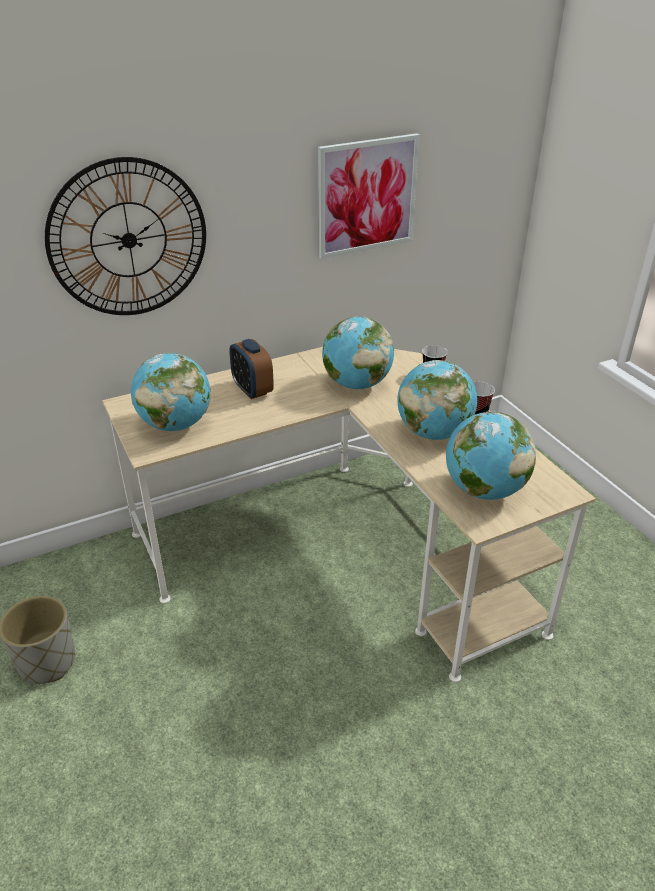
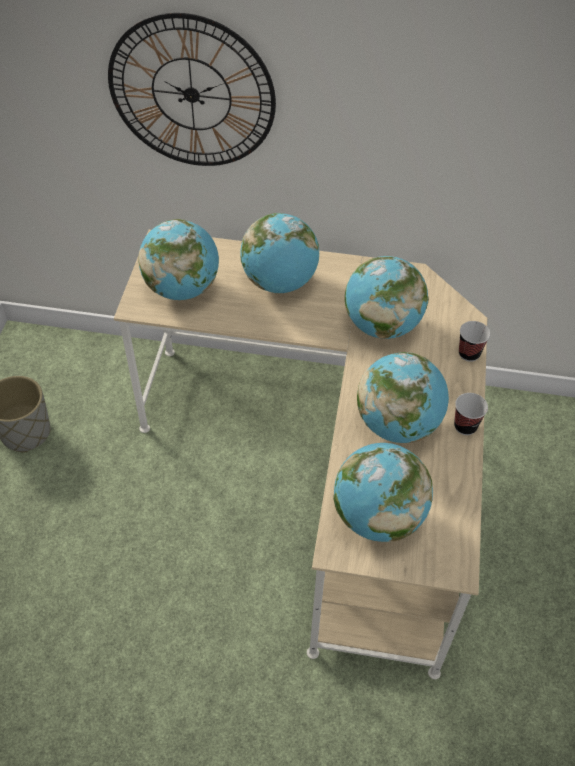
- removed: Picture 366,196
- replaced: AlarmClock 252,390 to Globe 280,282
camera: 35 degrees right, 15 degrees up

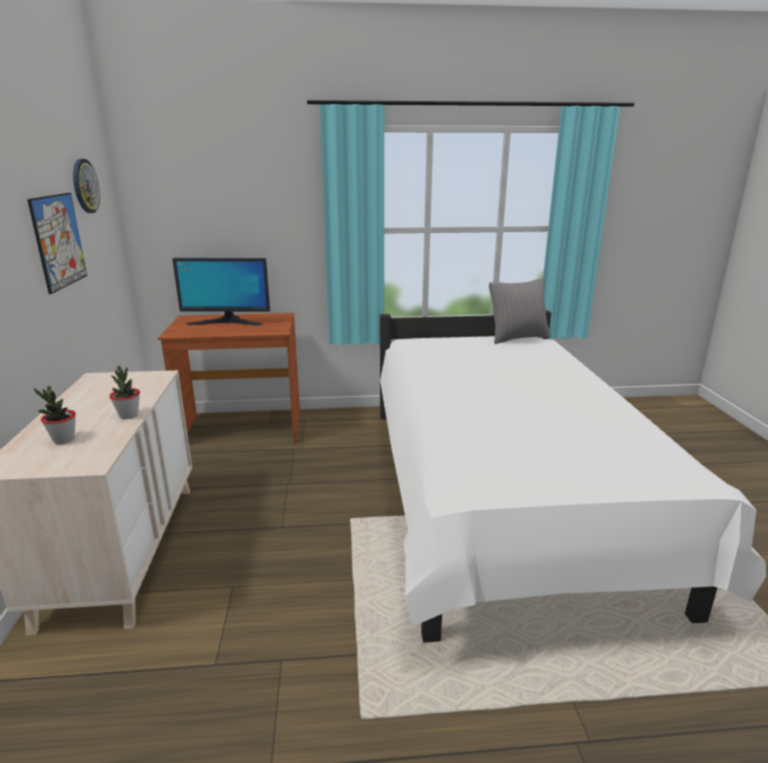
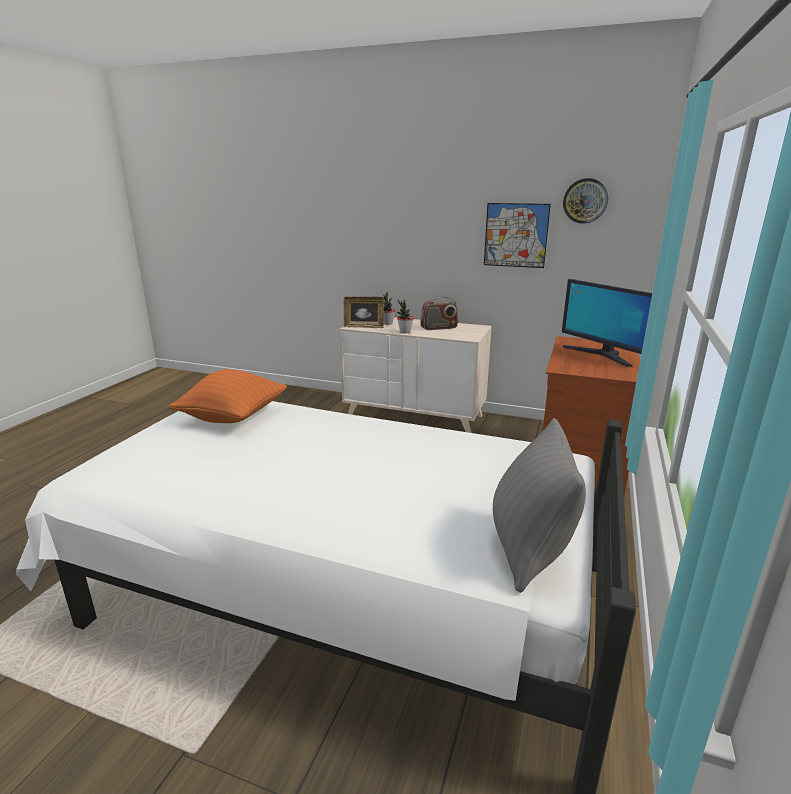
- turned: Monitor 227,322 = 601,355 60 degrees counterclockwise
- added: PictureFrame 364,327
- added: Radio 439,328
- added: OrangePillow 233,417
camera: 115 degrees right, 0 degrees up

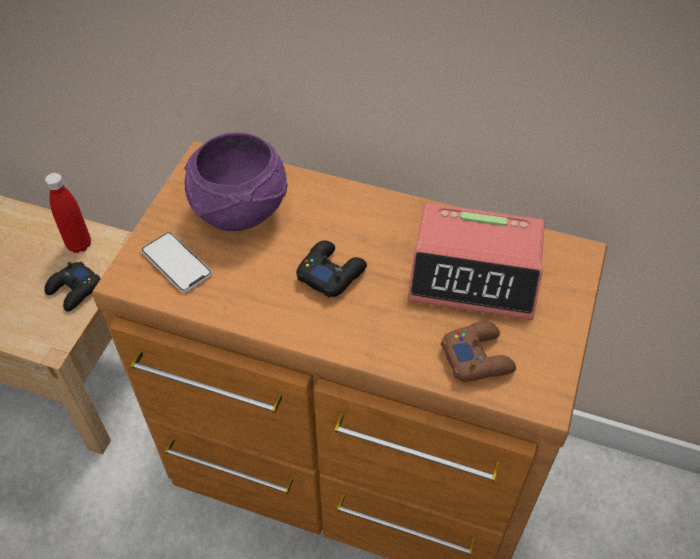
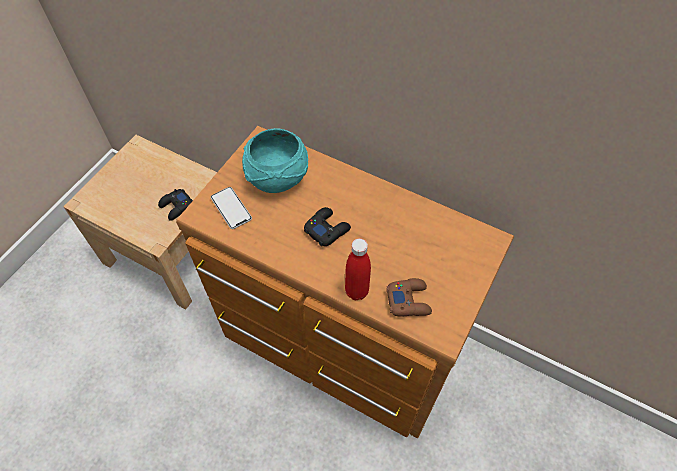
- recoloured: PurpleBowl 238,211 to TurquoiseBowl 276,178
- moved: RedBottle 79,245 to 356,291
- removed: AlarmClock 475,273
camera: 10 degrees right, 5 degrees up

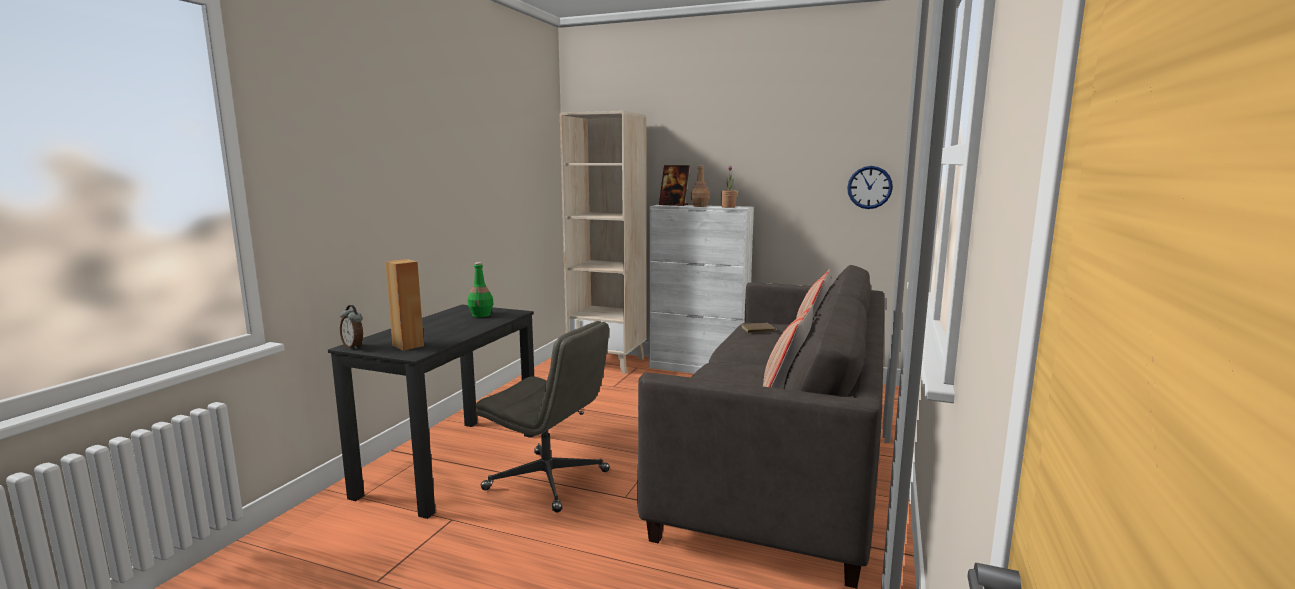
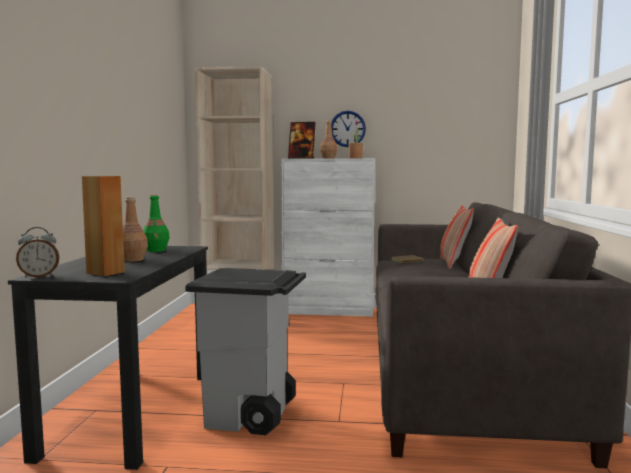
- moved: WallClock 869,187 to 347,129
- turned: AlarmClock 354,347 = 39,276 45 degrees counterclockwise
- replaced: GreyOfficeChair 549,480 to GreyTrashCan 251,416
- added: BrownBottle 132,260
camera: 15 degrees left, 5 degrees down

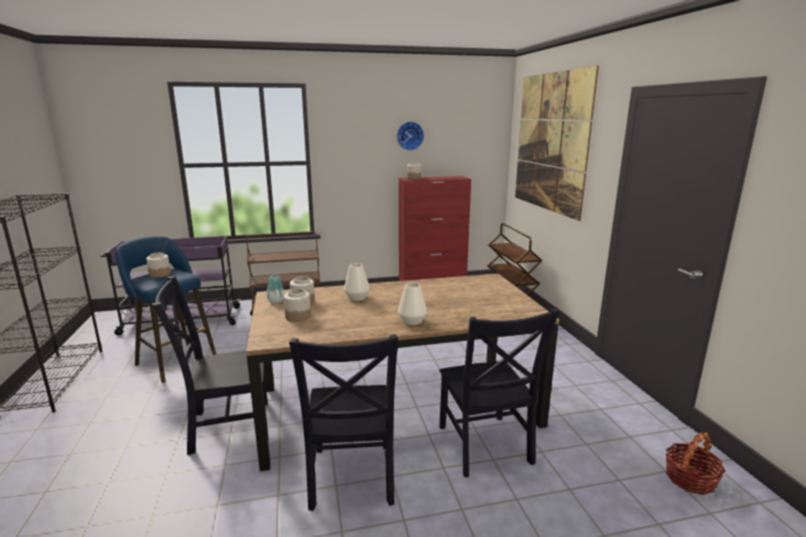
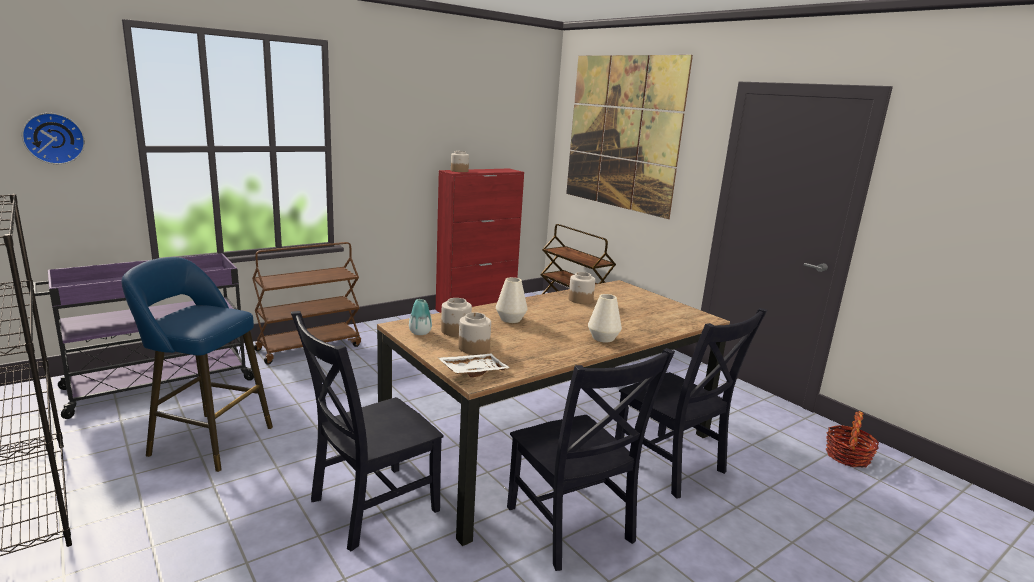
- moved: WallClock 409,136 to 54,138
- moved: Jar 160,274 to 580,300
- added: WhiteTray 473,371
camera: 25 degrees left, 0 degrees up

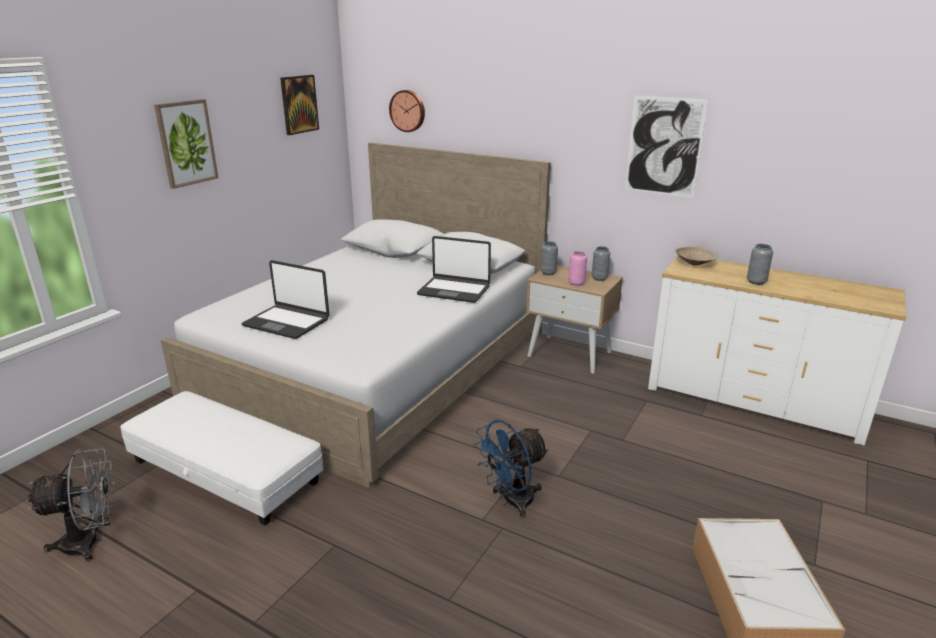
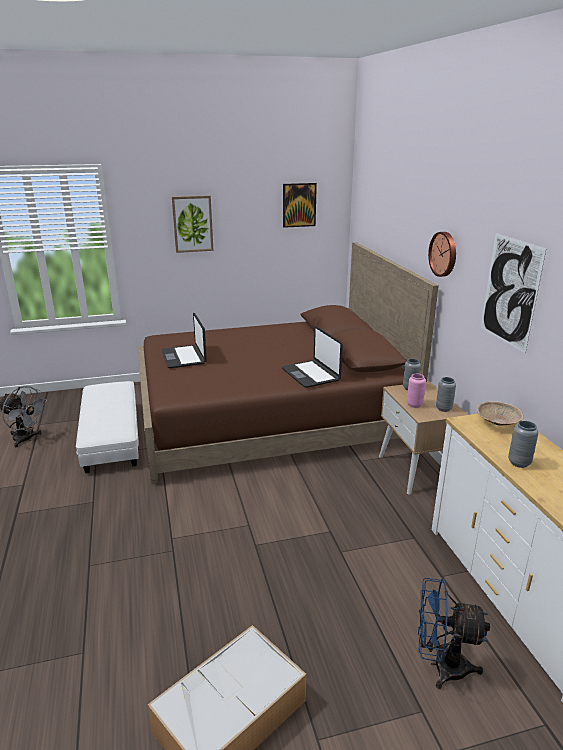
- moved: WallClock 408,111 to 444,254
- recoloured: WhiteBed 378,367 to BrownBed 269,417
- moved: BlueFan 511,502 to 441,666
camera: 45 degrees right, 0 degrees up

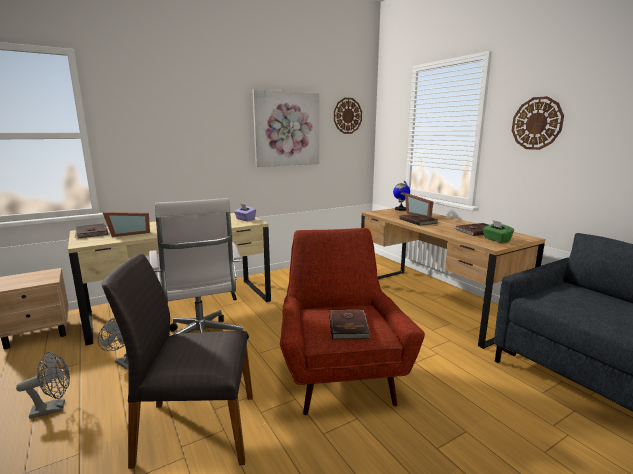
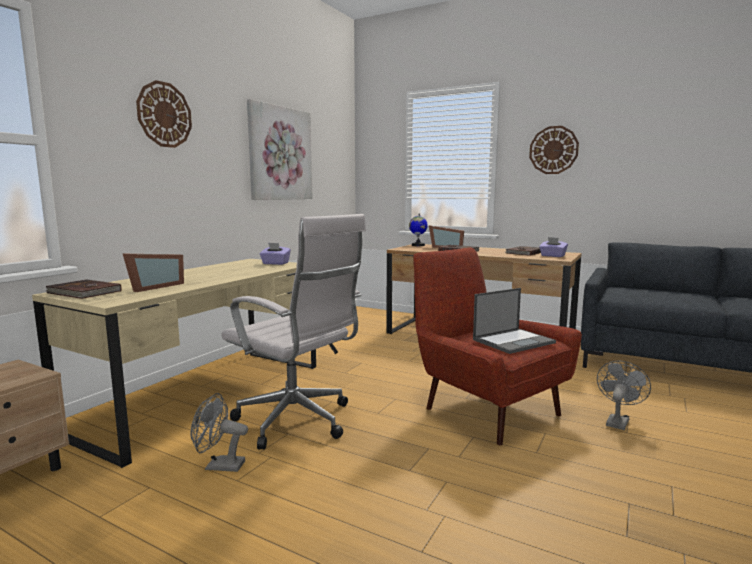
- moved: WallClock 347,115 to 164,114
- recoloured: GreenTissueBox 496,240 to PurpleTissueBox 552,256
- removed: GreyChair 195,429
- replaced: BrownBook 349,326 to Laptop 514,341
- moved: GreyFan 54,408 to 617,421
camera: 30 degrees left, 5 degrees down

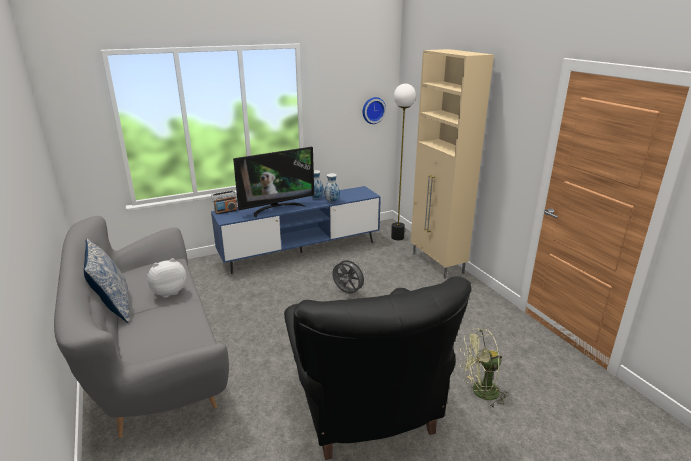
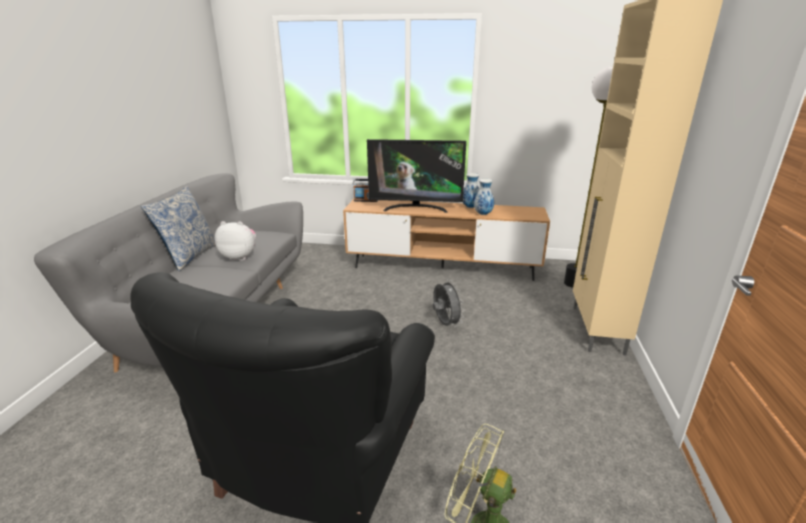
- removed: WallClock 373,110
- recoloured: BlueTvStand 301,252 to BrownTvStand 442,267
camera: 35 degrees right, 0 degrees up

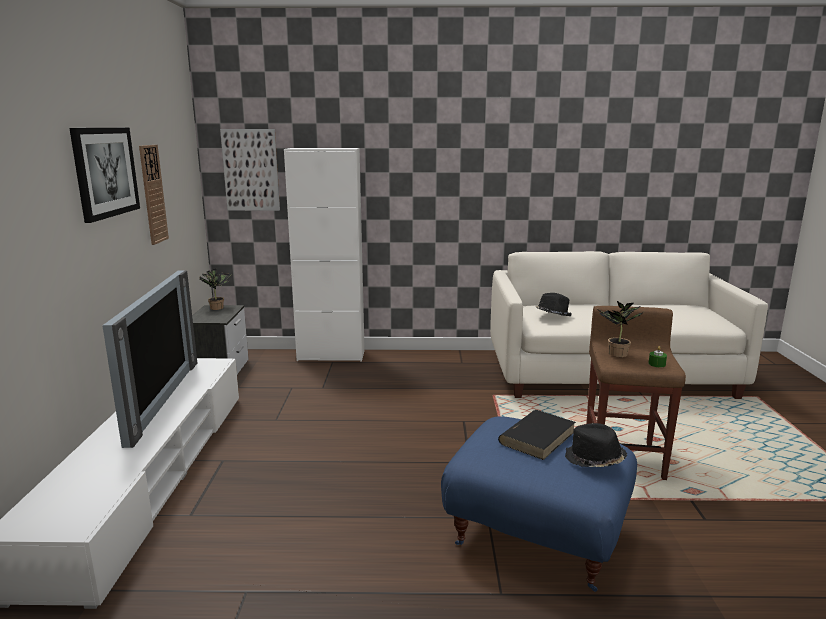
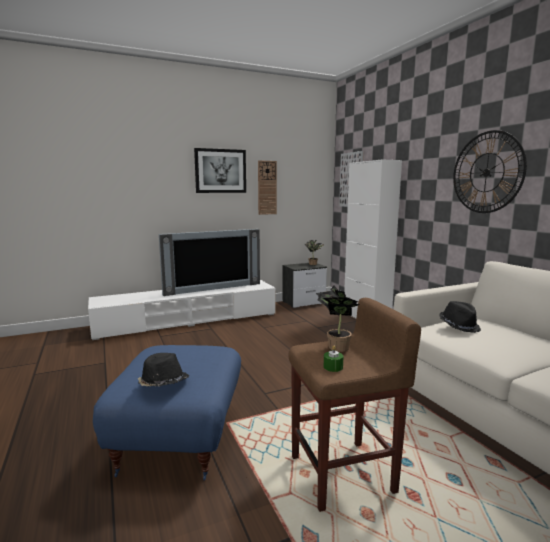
- removed: BlackBook 537,437
- added: WallClock 486,172
camera: 65 degrees right, 5 degrees down

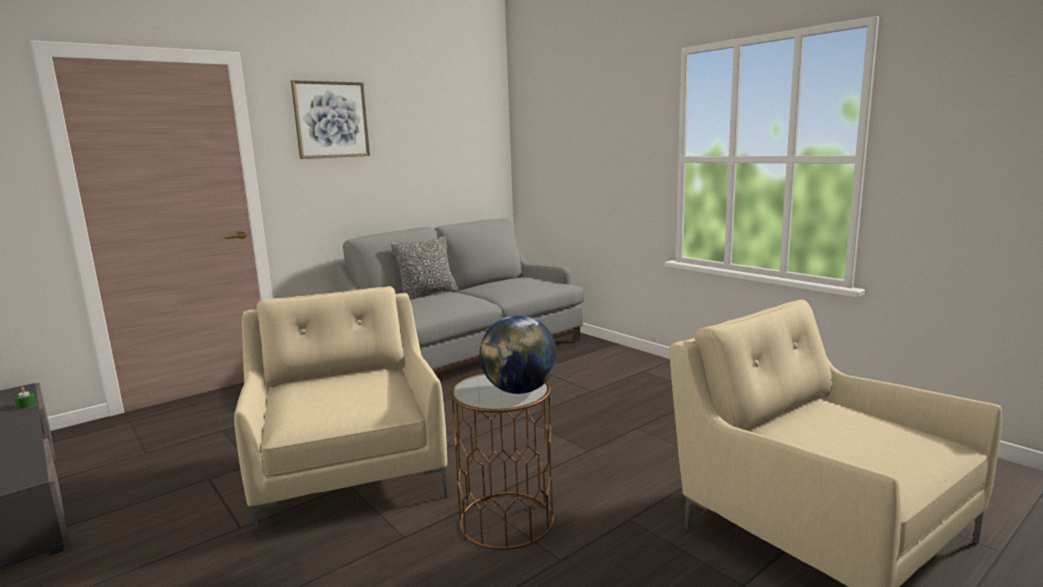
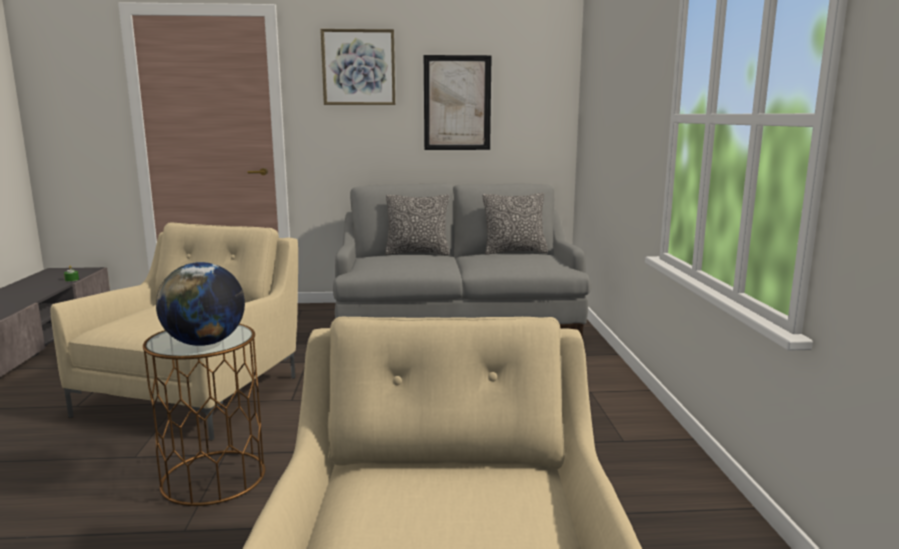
- added: Picture 457,103
- added: Pillow 514,252
camera: 35 degrees right, 0 degrees up

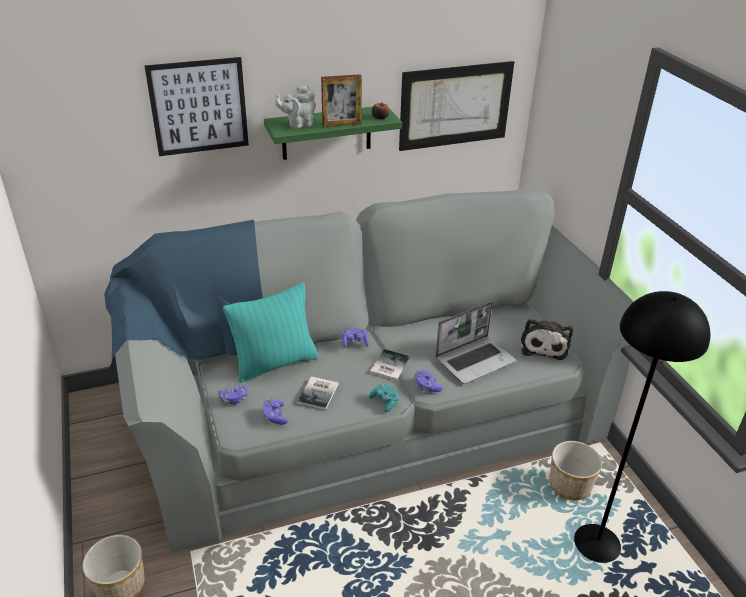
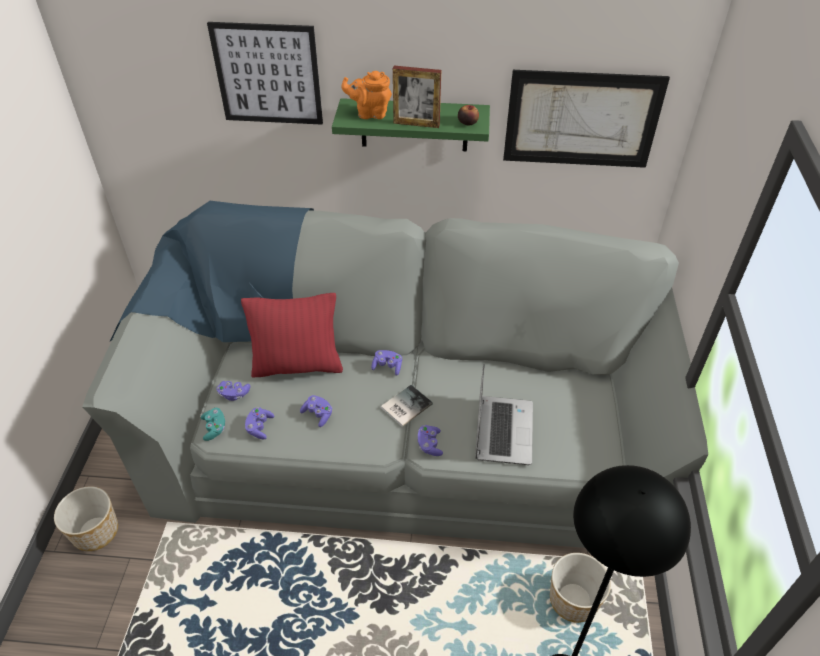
- recoloured: GreyTeapot 298,124 to OrangeTeapot 370,113
- recoloured: TurquoisePillow 275,364 to RedPillow 297,365
- turned: Laptop 475,360 = 502,430 75 degrees counterclockwise
- removed: PlushToy 543,345
- replaced: Book 319,393 to PurpleGameController 318,414
- moved: TurquoiseGameController 385,402 to 214,428
camera: 25 degrees right, 10 degrees up

